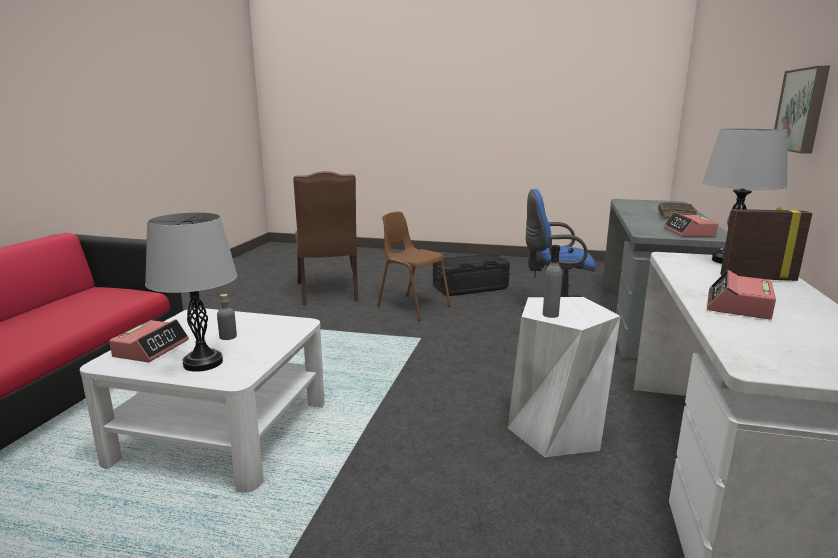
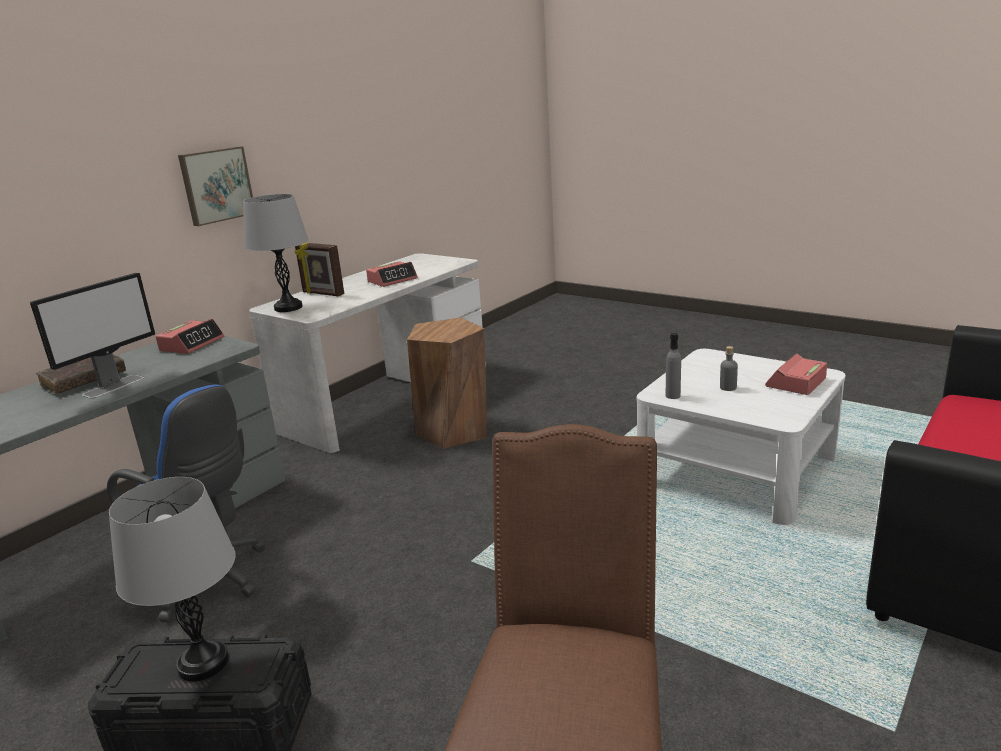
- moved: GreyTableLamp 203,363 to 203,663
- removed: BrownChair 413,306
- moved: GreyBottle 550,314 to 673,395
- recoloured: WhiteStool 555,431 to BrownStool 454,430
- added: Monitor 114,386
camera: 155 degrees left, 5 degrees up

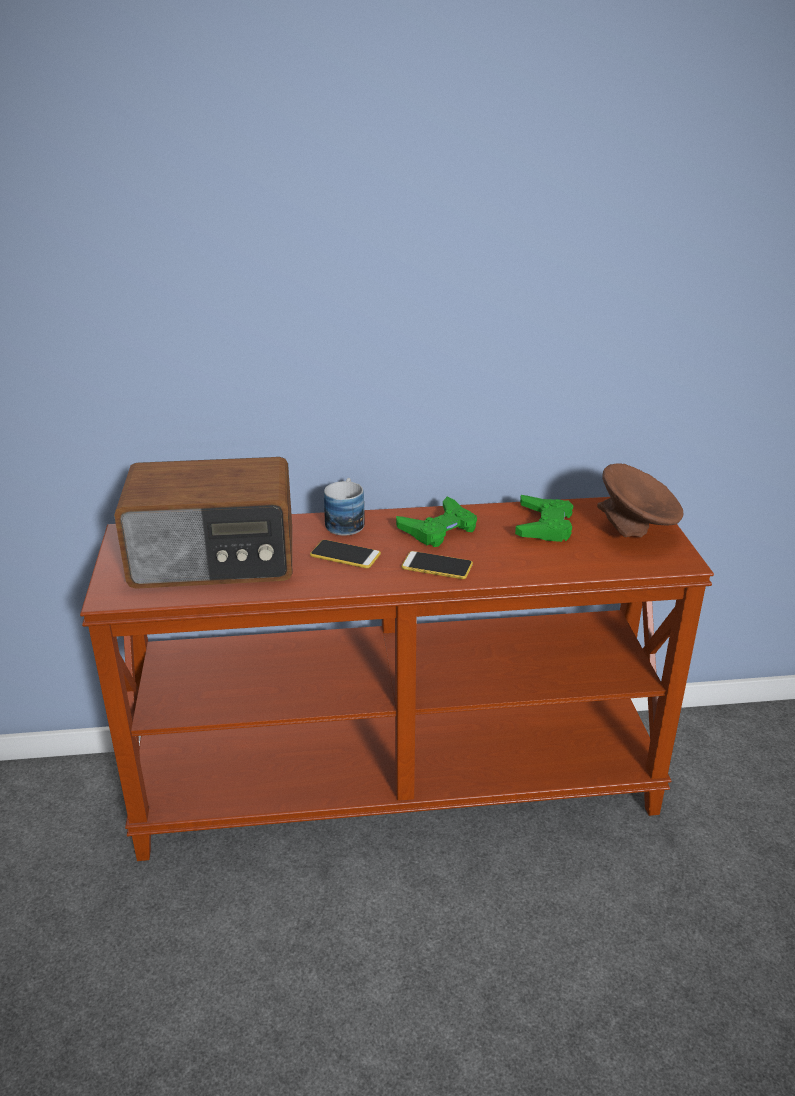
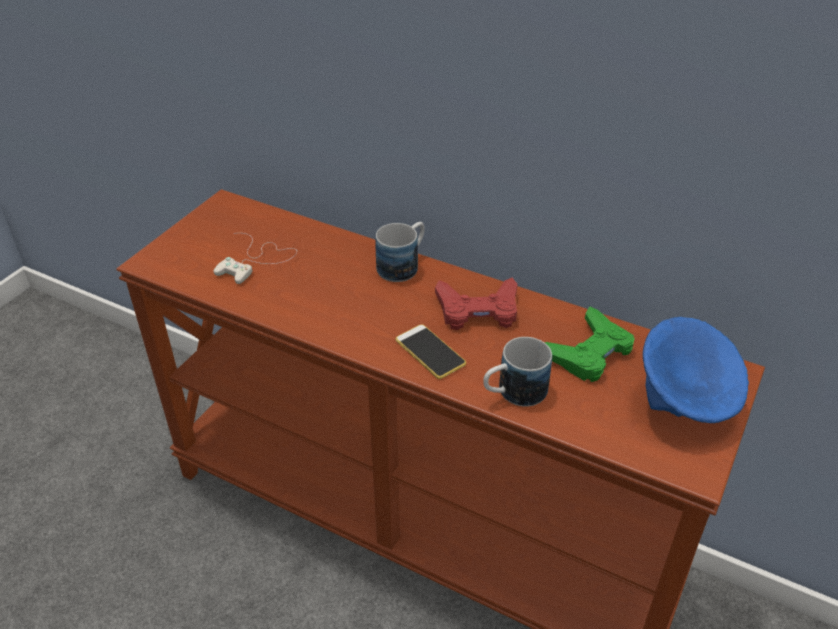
- replaced: Radio 214,561 to WhiteGameController 256,260
- recoloured: BrownBowl 635,531 to BlueBowl 684,405
- recoloured: GreenGameController 439,529 to RedGameController 478,310
- removed: Phone 345,555
- added: Mug 513,393
camera: 35 degrees right, 10 degrees up

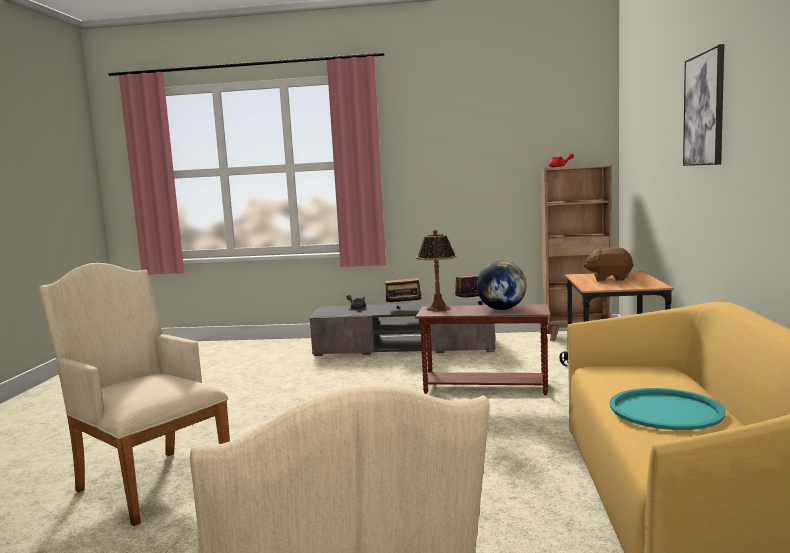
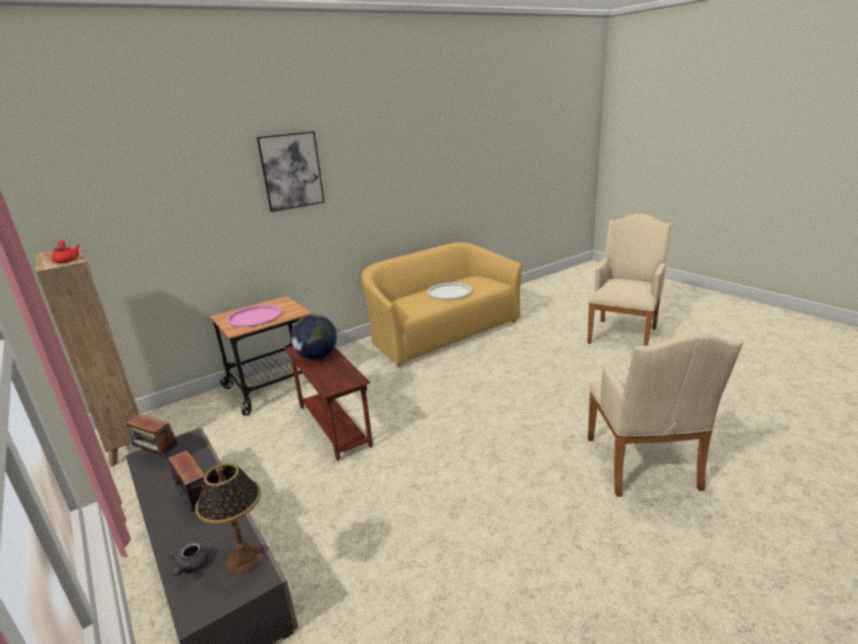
- moved: TableLamp 438,308 to 245,559
- replaced: BrownPlushToy 609,279 to PinkTray 254,317
- recoloured: TurquoiseTray 665,410 to WhiteTray 449,292
camera: 130 degrees left, 15 degrees up

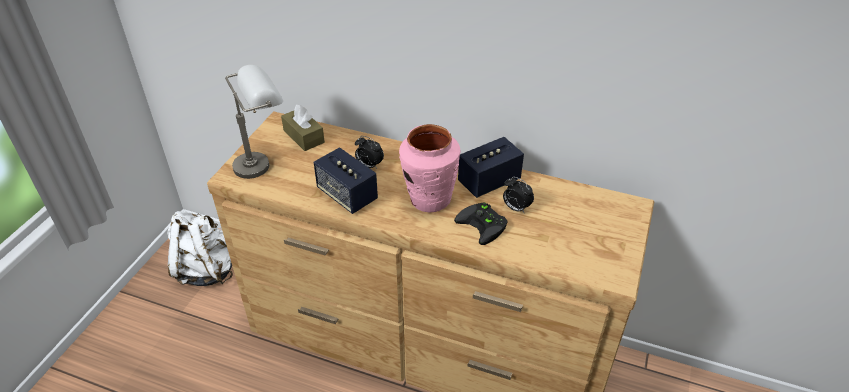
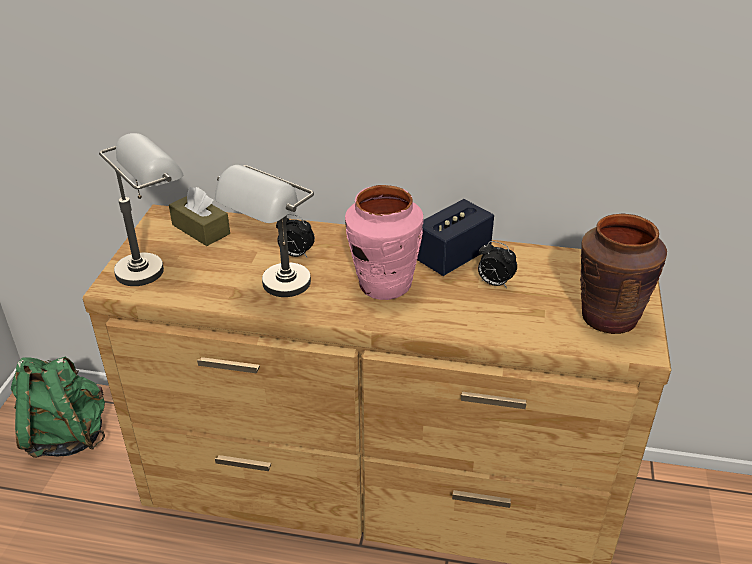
- replaced: Speaker 347,195 to GreyTableLamp 276,291
- removed: BlackGameController 484,225
- recoloured: WhiteBackpack 207,270 to GreenBackpack 67,435
- added: BrownVase 608,317
camera: 10 degrees left, 5 degrees down

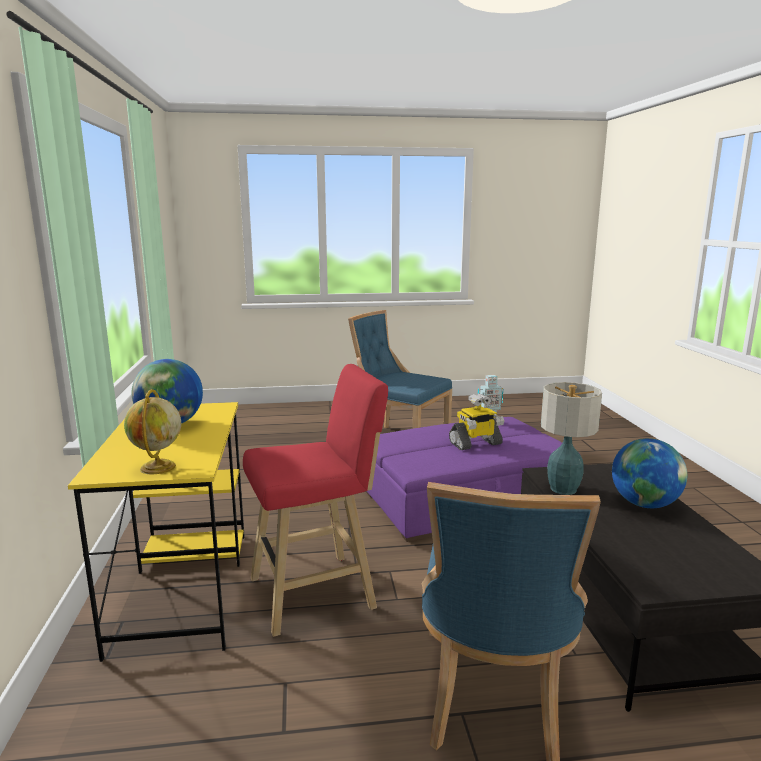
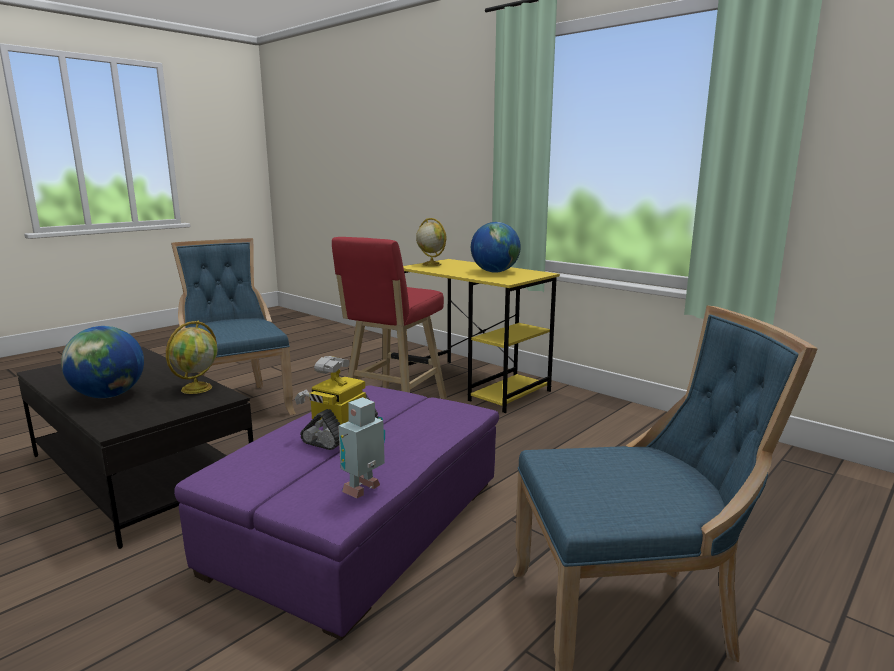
- replaced: TableLamp 563,489 to Globe 197,388
camera: 140 degrees right, 0 degrees up

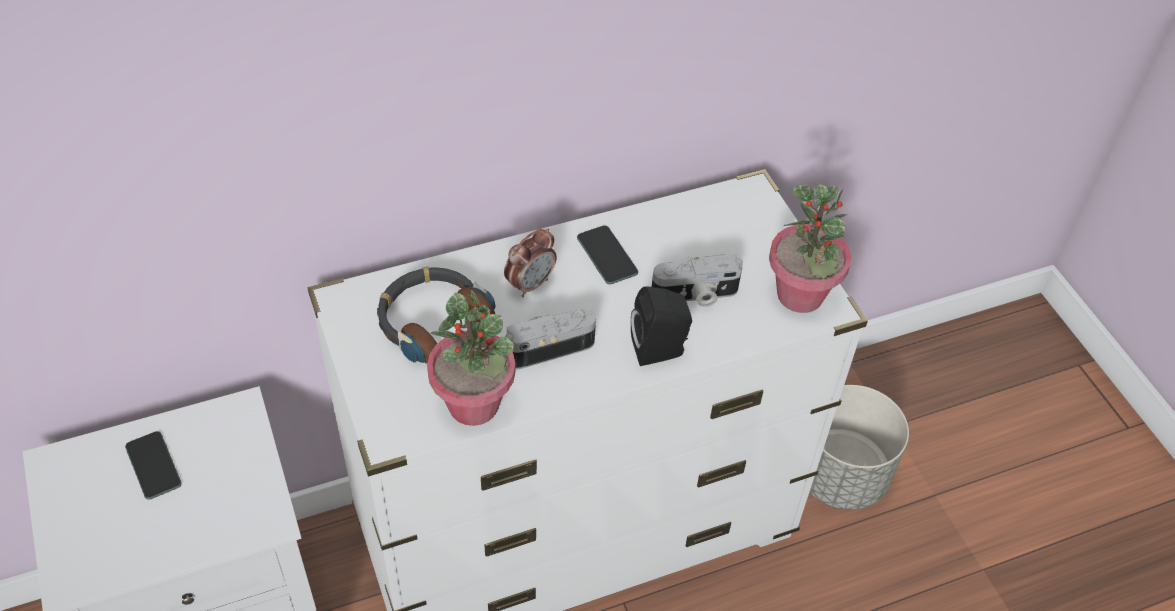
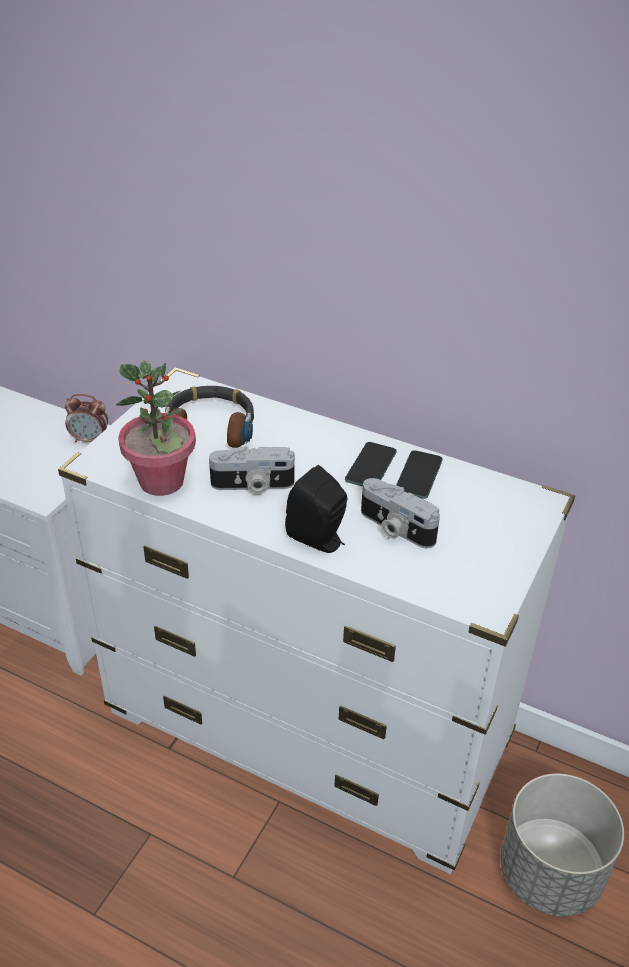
- removed: PottedPlant 800,295
- moved: AlarmClock 530,284 to 90,439
- turned: PhotoCamera 548,347 = 252,486 150 degrees clockwise
- moved: Phone 153,465 to 418,475
camera: 50 degrees right, 10 degrees down

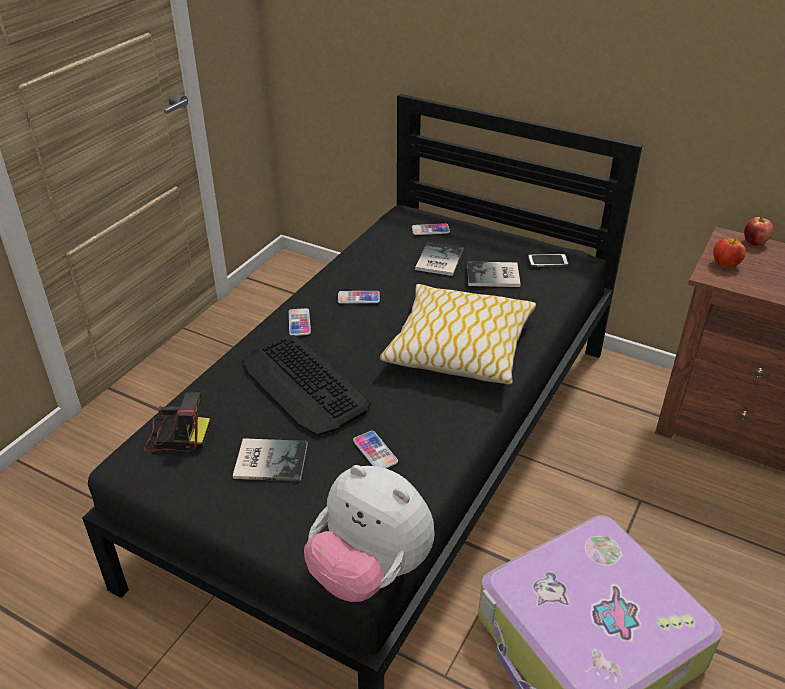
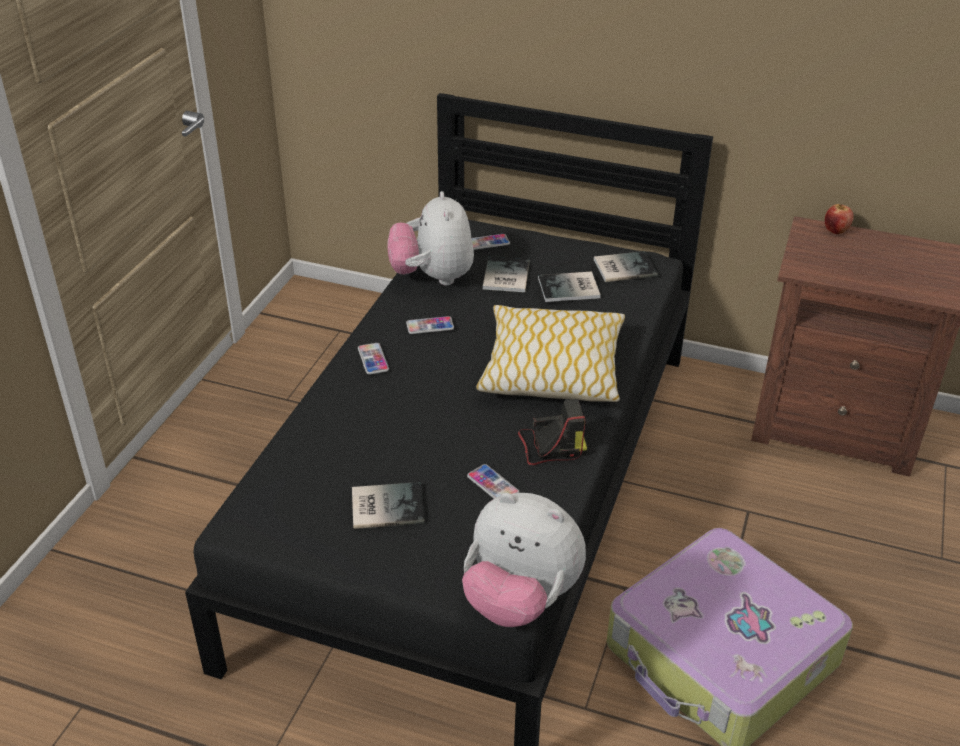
- removed: Apple 725,264
- replaced: Phone 547,261 to Book 622,267
- removed: Keyboard 304,385
- moved: PhotoCamera 176,435 to 550,446
- added: PlushToy 432,277
camera: 10 degrees left, 0 degrees up

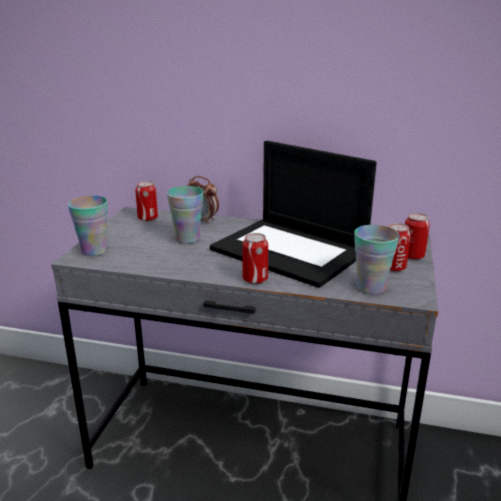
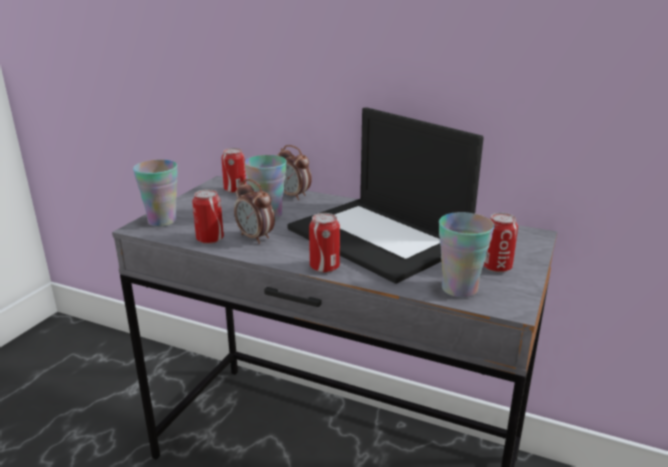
- moved: Can 412,256 to 210,239
- added: AlarmClock 255,237
camera: 10 degrees right, 0 degrees up

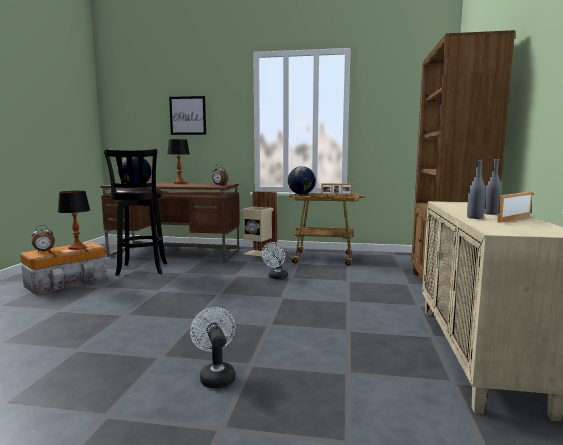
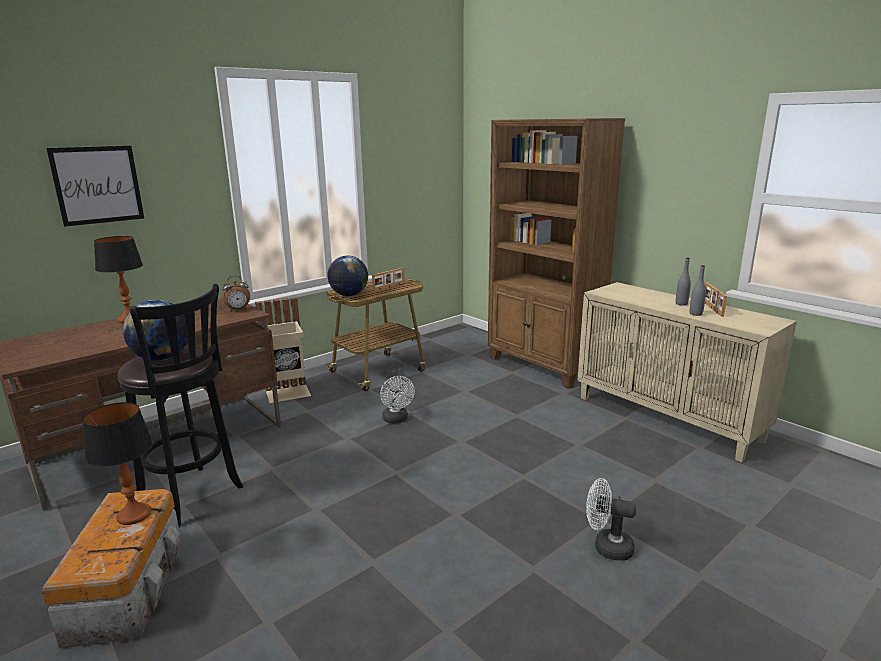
- removed: AlarmClock 44,251
camera: 50 degrees left, 10 degrees up

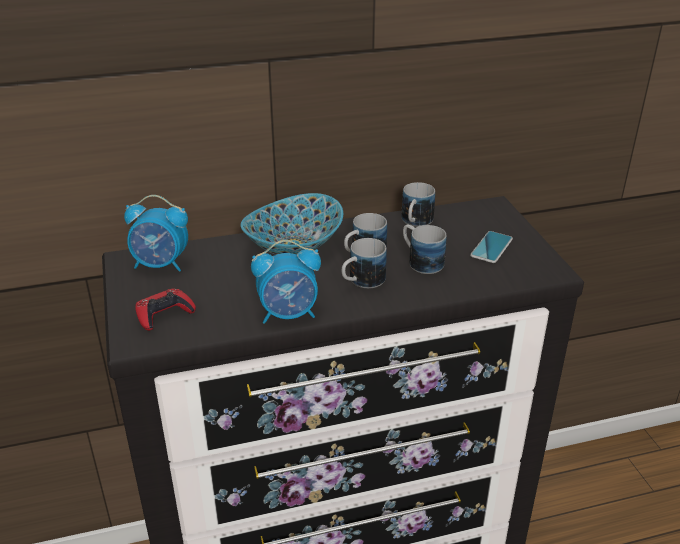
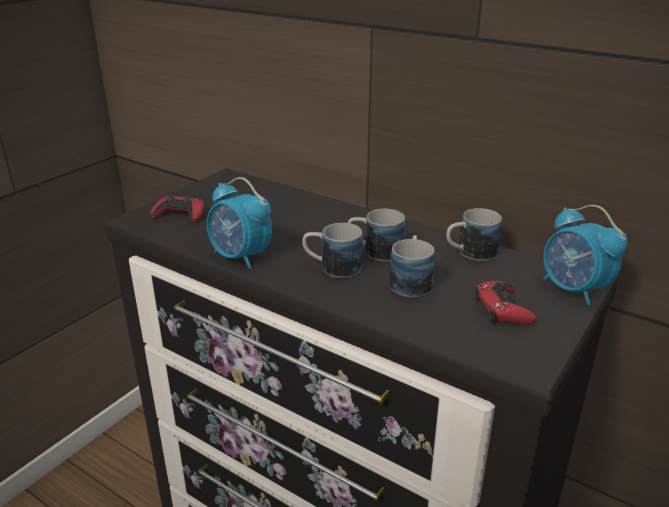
- removed: Bowl 294,246
- moved: AlarmClock 161,264 to 573,290
- replaced: Phone 491,247 to RedGameController 502,309
camera: 50 degrees right, 5 degrees down

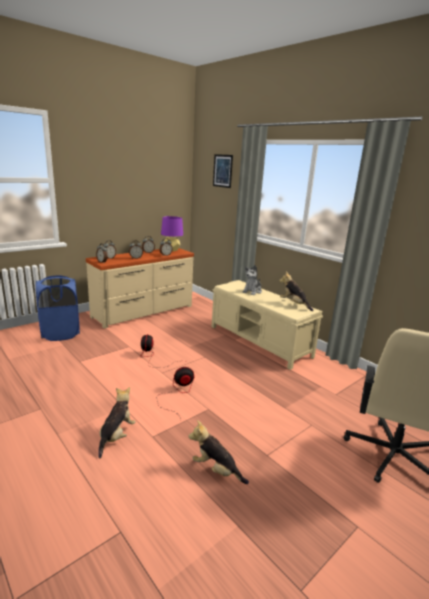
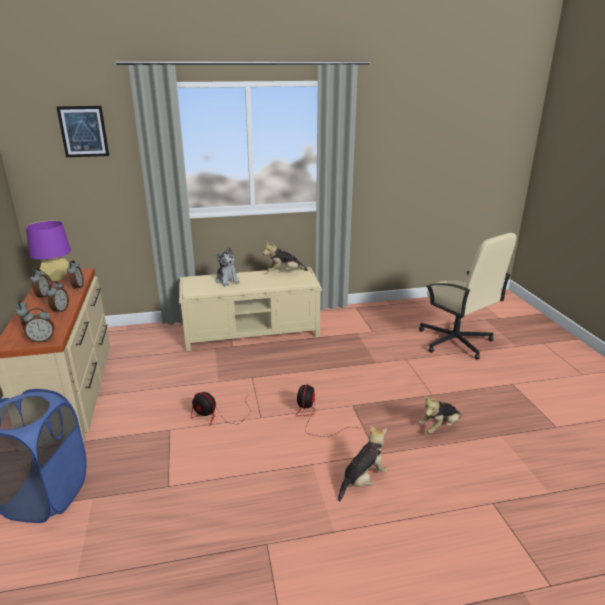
- turned: PlushToy 116,436 = 362,480 90 degrees clockwise
camera: 60 degrees left, 5 degrees up

